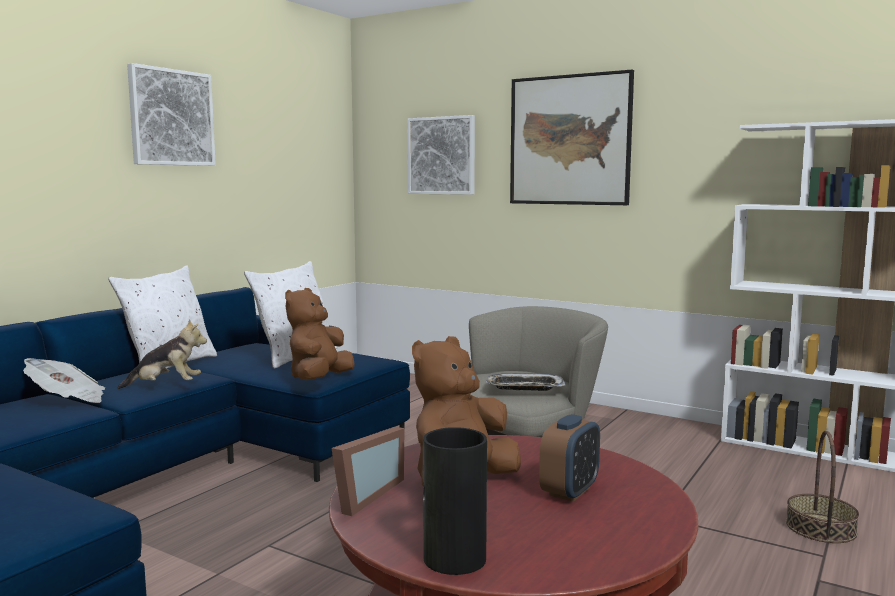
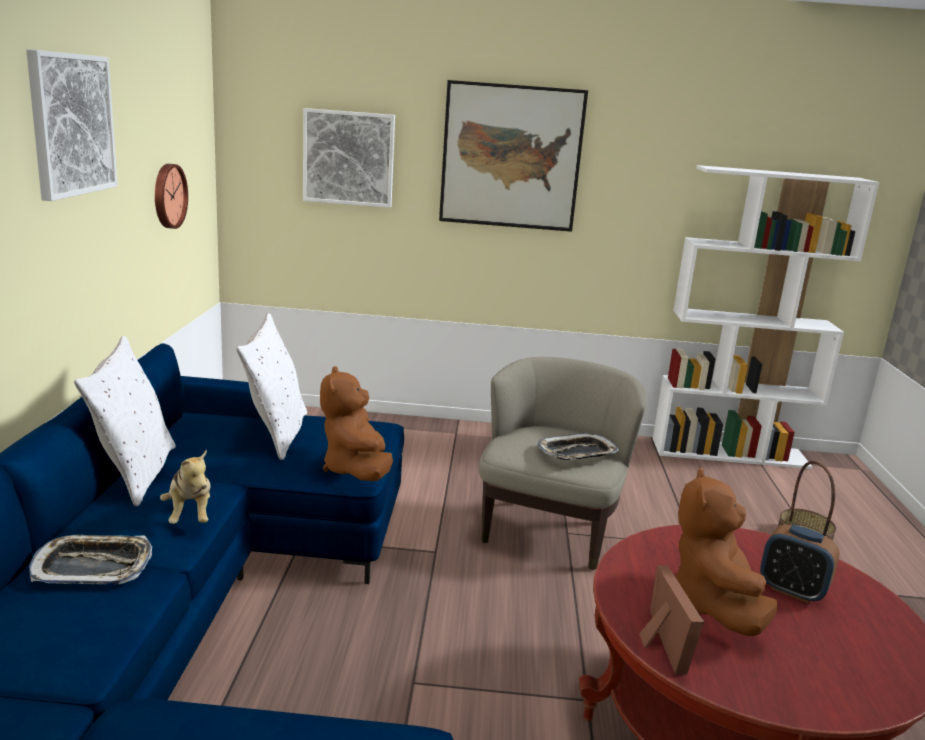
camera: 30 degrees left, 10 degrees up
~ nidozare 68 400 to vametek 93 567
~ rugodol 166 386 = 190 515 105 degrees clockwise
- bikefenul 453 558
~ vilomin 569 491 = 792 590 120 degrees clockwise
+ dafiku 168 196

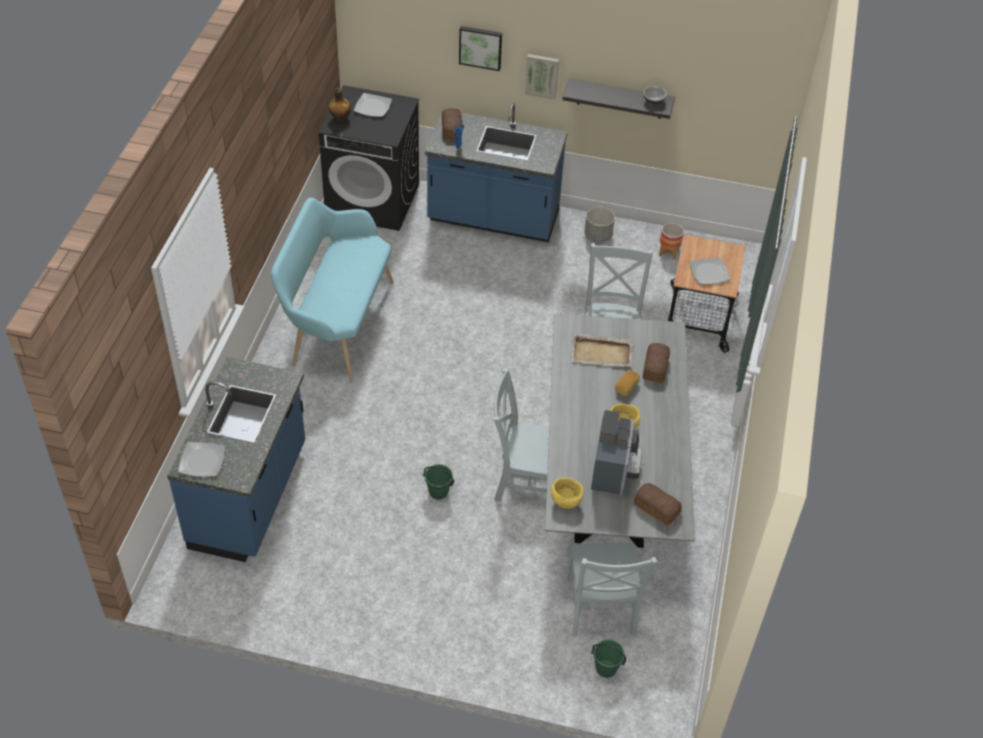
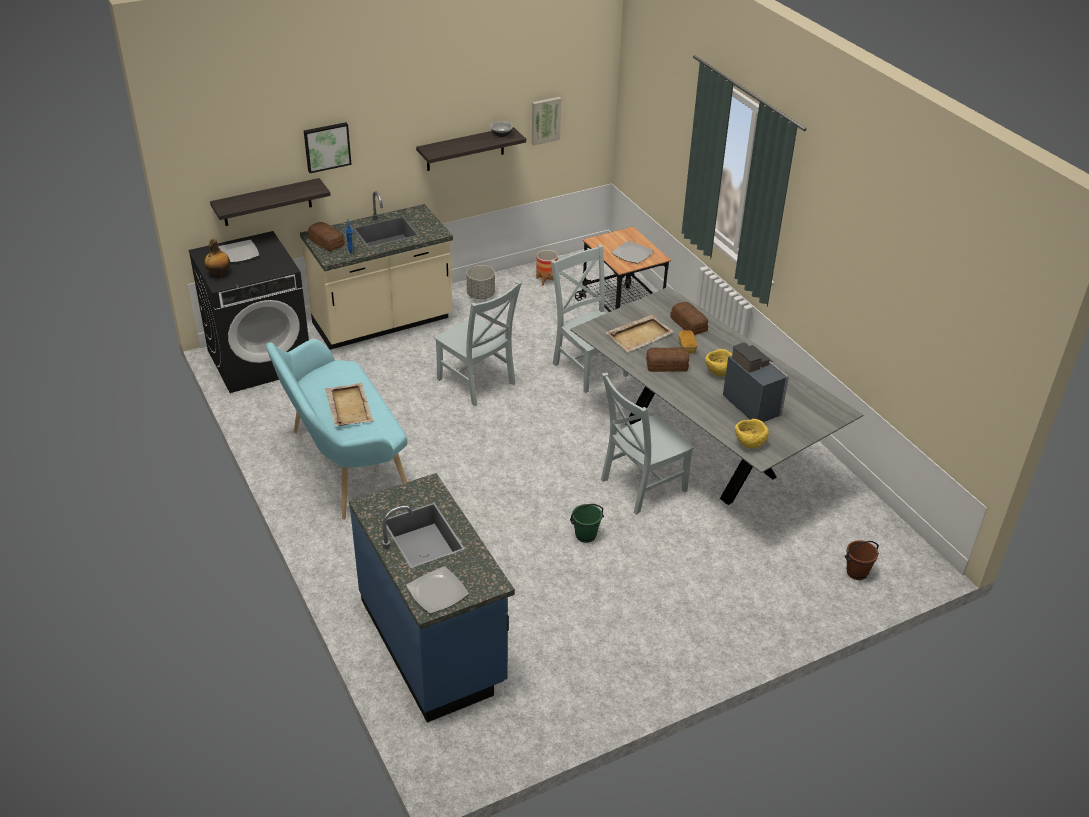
camera: 40 degrees left, 10 degrees down
~ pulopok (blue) 493 219 to pulopok (beige) 383 323
~ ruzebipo 542 75 to 545 120
~ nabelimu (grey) 600 610 to 477 383
~ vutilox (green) 605 669 to vutilox (brown) 857 573
~ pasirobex 656 507 to 666 365
+ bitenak 267 202
+ vametek (beige) 349 406

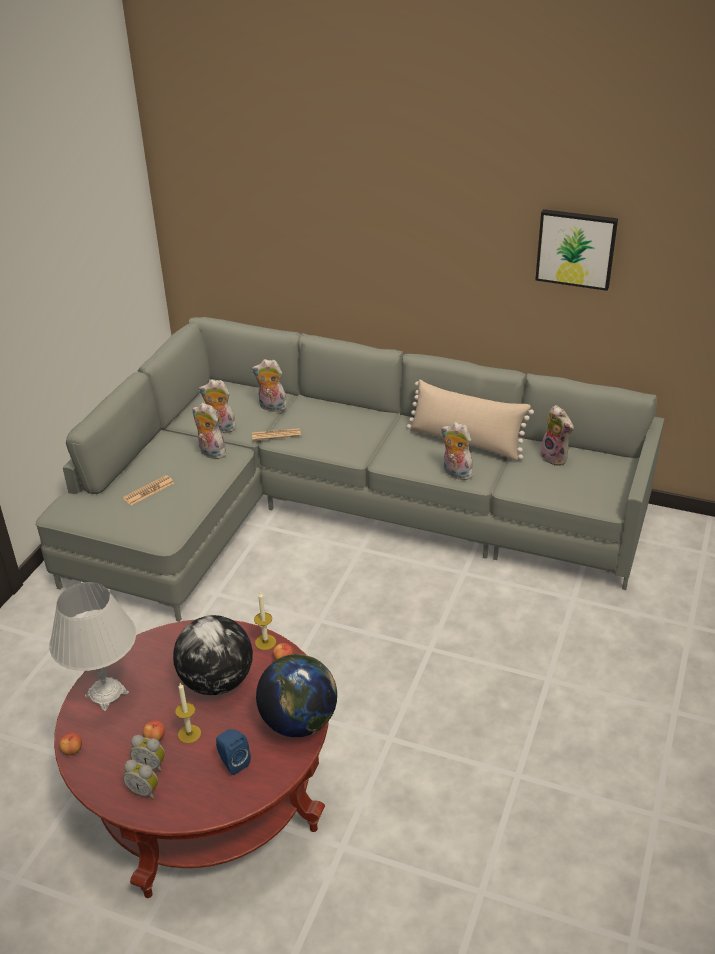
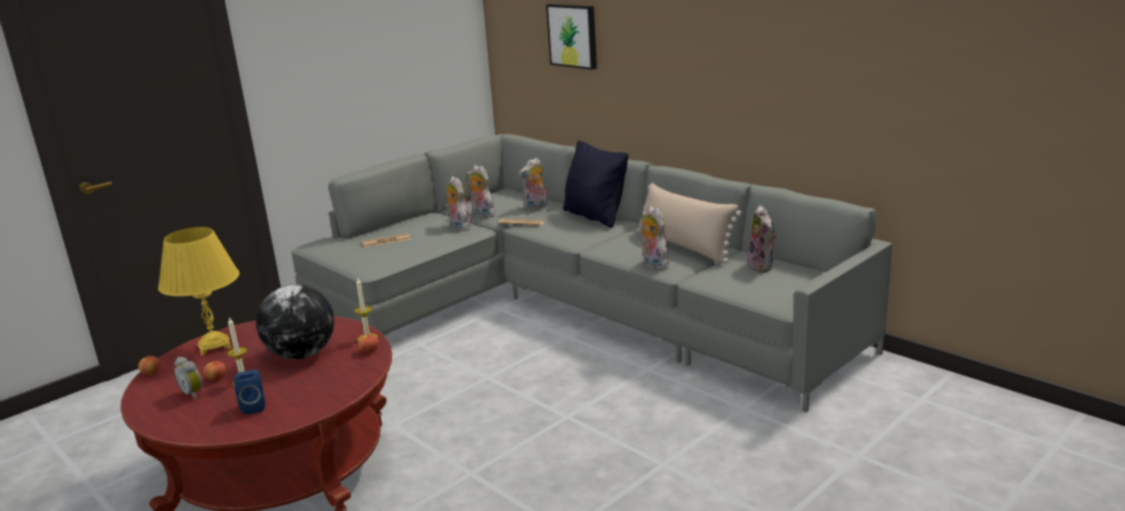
camera: 25 degrees right, 15 degrees down
~ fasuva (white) 106 694 to fasuva (yellow) 214 346
- vilomin 144 790
~ rugodol 271 407 = 536 208 75 degrees counterclockwise
- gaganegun 299 722
~ ruzebipo 576 248 to 573 35
+ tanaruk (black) 595 216

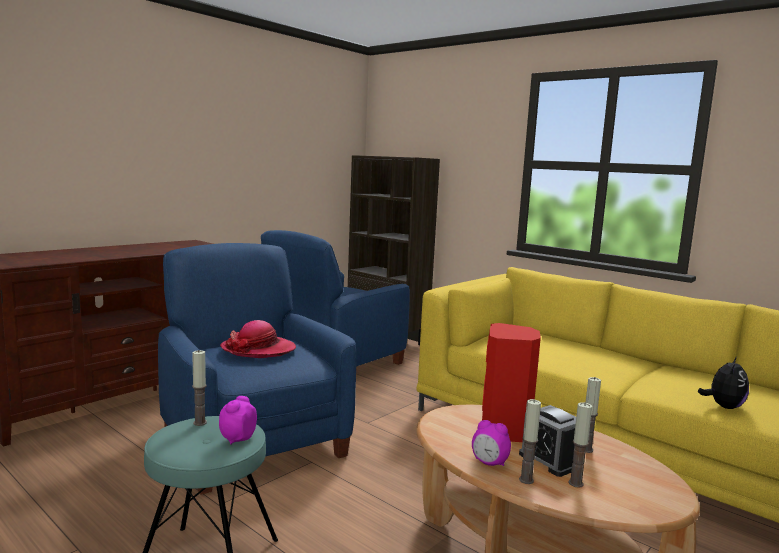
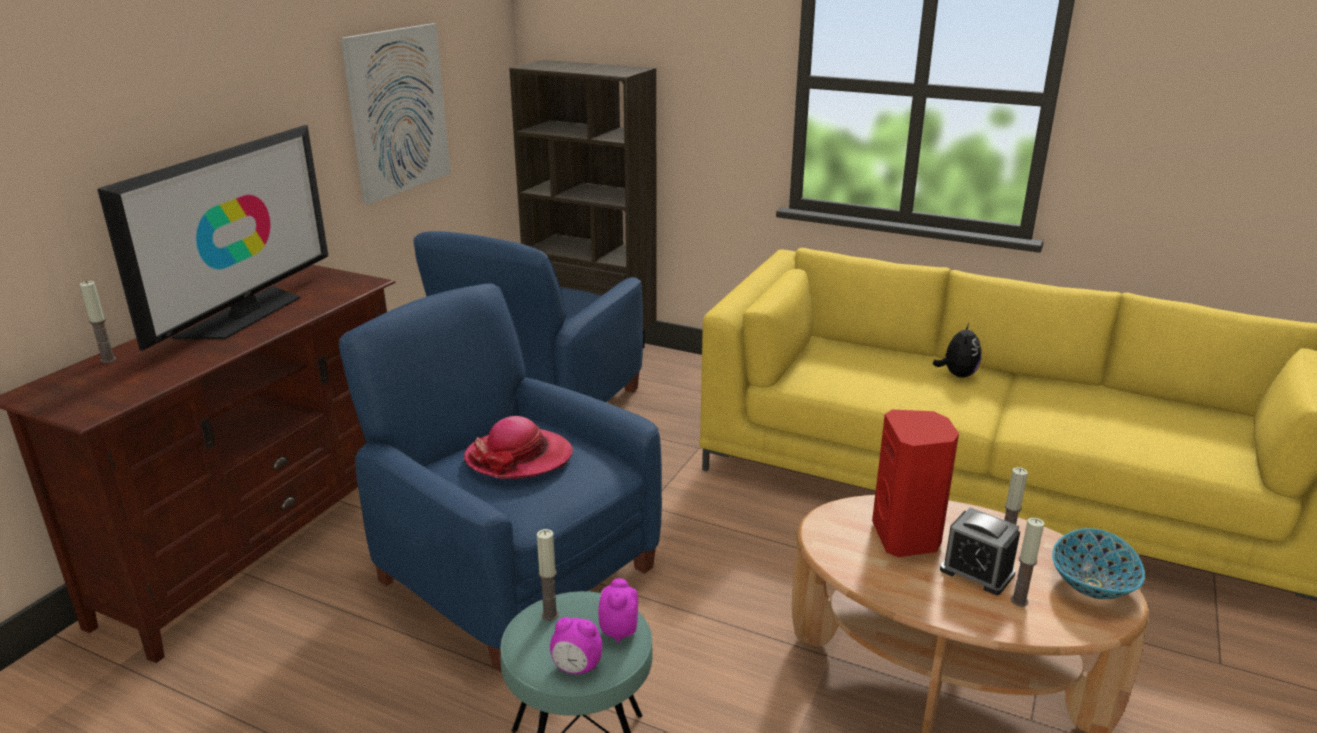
camera: 15 degrees left, 15 degrees up
~ vilomin 489 463 to 577 667
~ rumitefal 526 480 to 108 360
~ rugodol 723 406 to 957 375
+ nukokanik 245 314
+ ruzebipo 398 111
+ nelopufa 1091 585

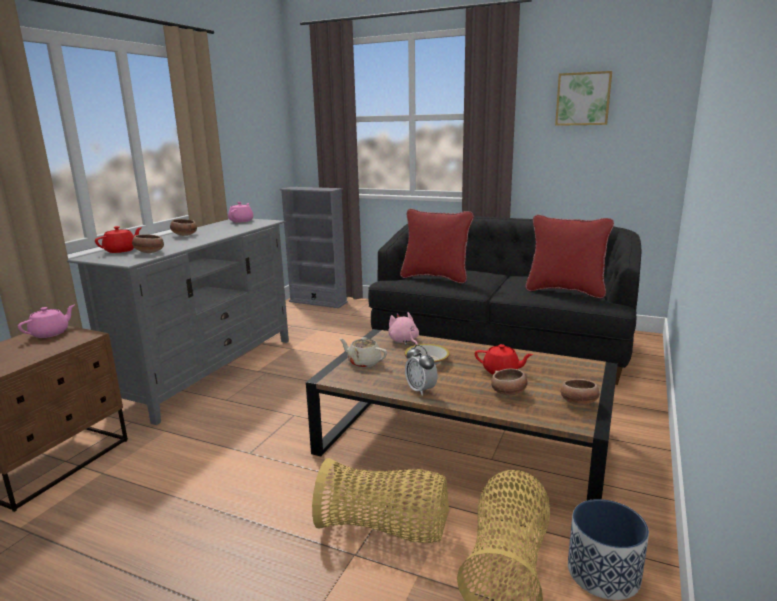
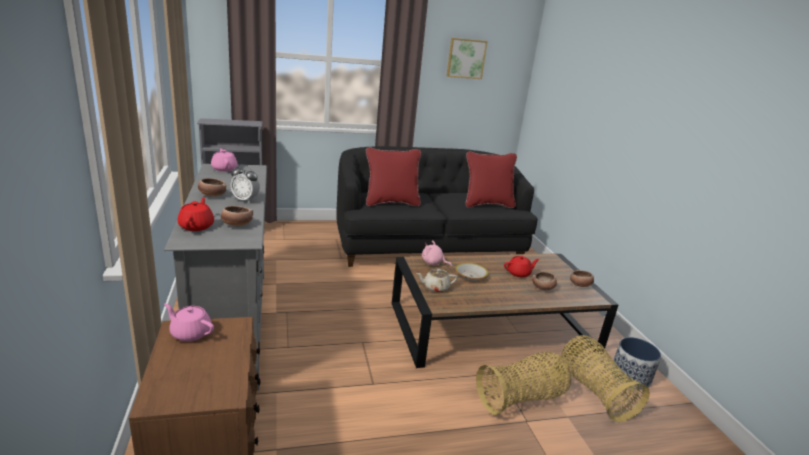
camera: 40 degrees left, 5 degrees up
~ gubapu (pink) 50 333 = 190 333 60 degrees counterclockwise
~ vilomin 421 390 to 245 200

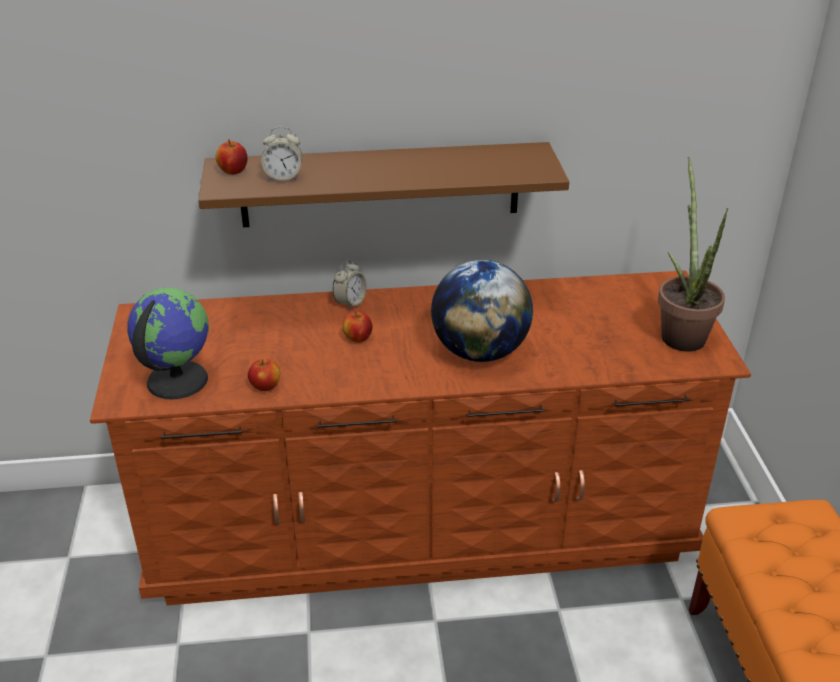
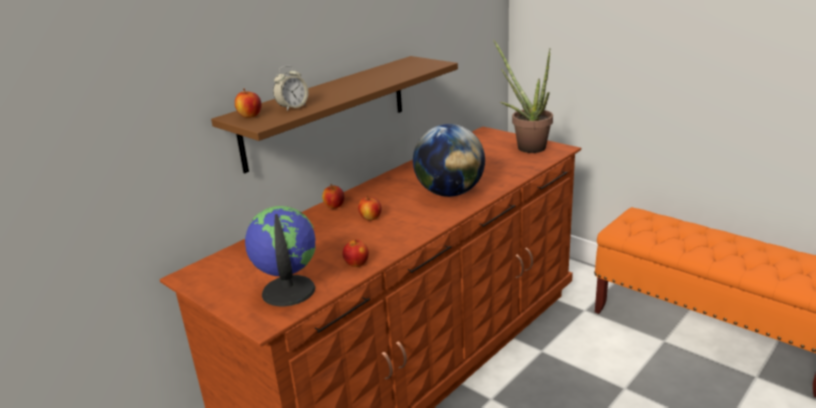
camera: 40 degrees left, 10 degrees down
~ vilomin 350 303 to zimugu 334 206

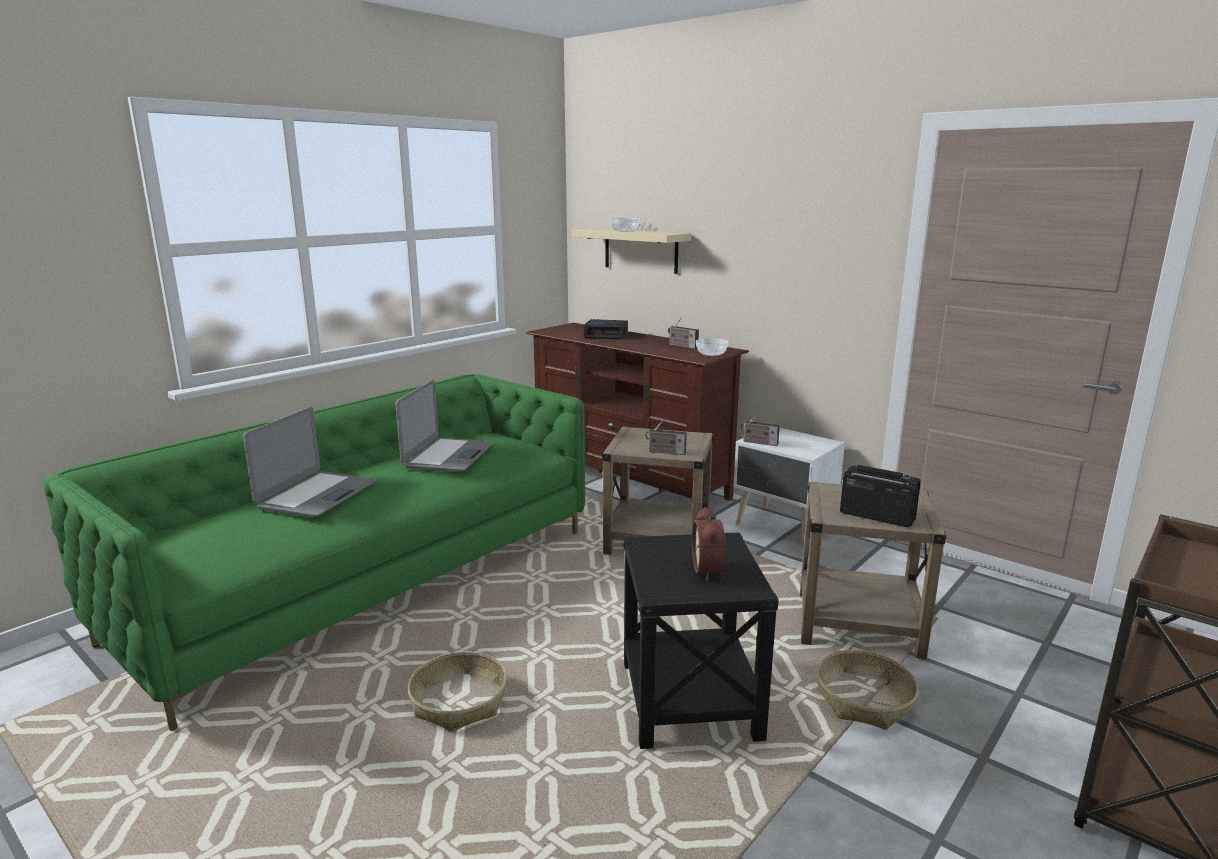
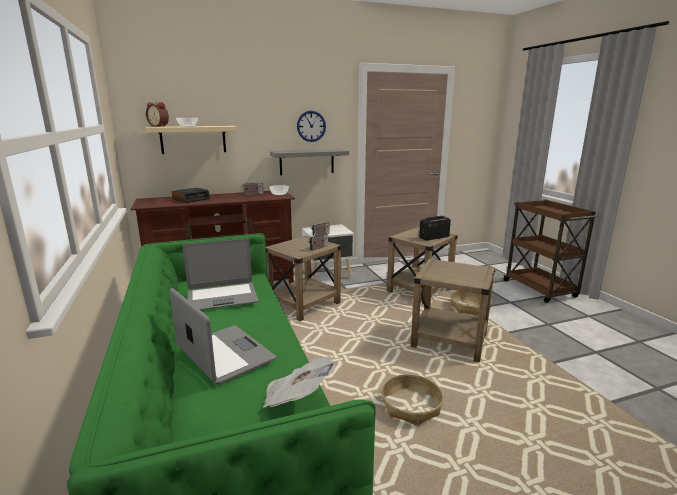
camera: 60 degrees left, 0 degrees up
~ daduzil 448 456 = 222 297 120 degrees clockwise
~ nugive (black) 690 701 to nugive (beige) 450 340
~ vilomin 710 570 to 159 126
+ nidozare 297 398
+ bitenak (grey) 307 162
+ dafiku 311 126

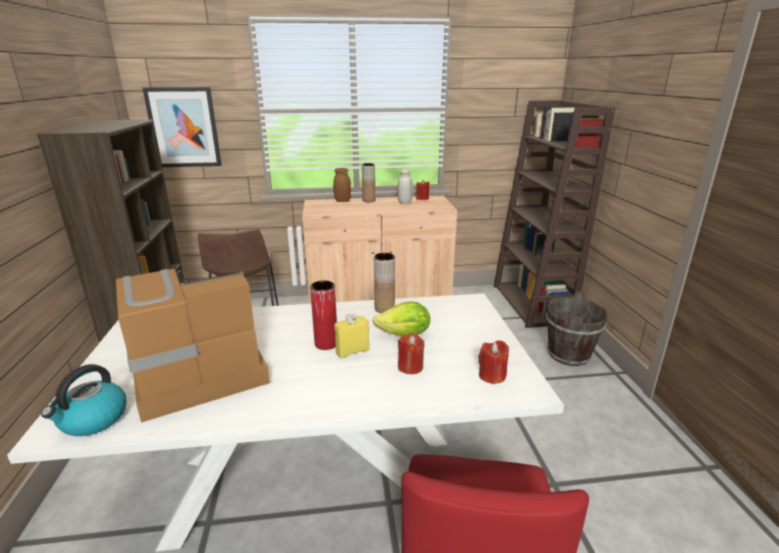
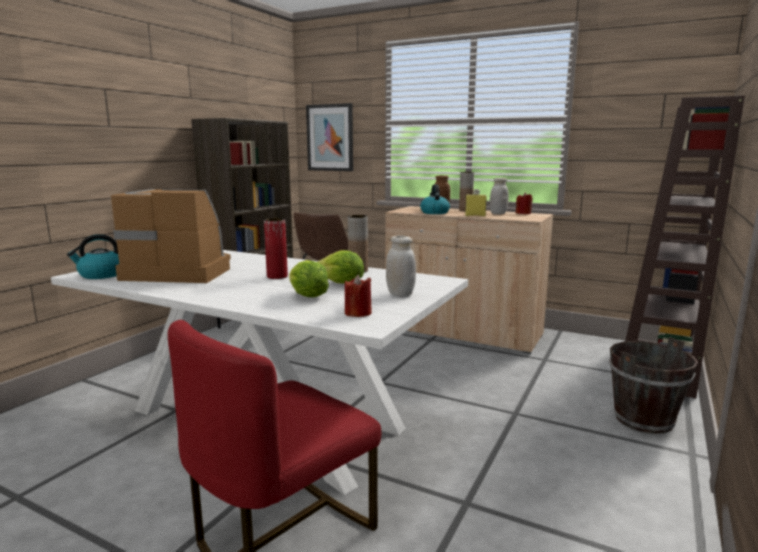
camera: 35 degrees right, 10 degrees down
~ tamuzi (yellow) 352 351 to 475 215
~ rumitefal (red) 410 367 to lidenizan 307 296
+ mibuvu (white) 400 294
+ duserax 434 212

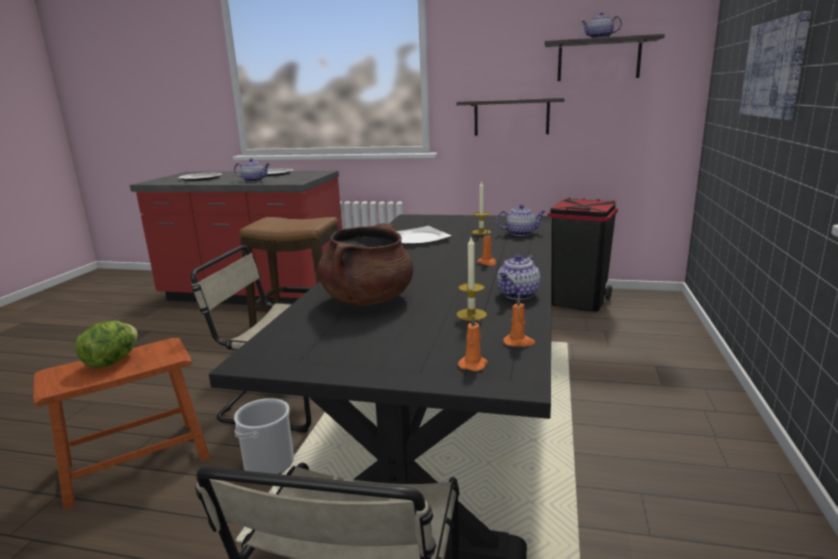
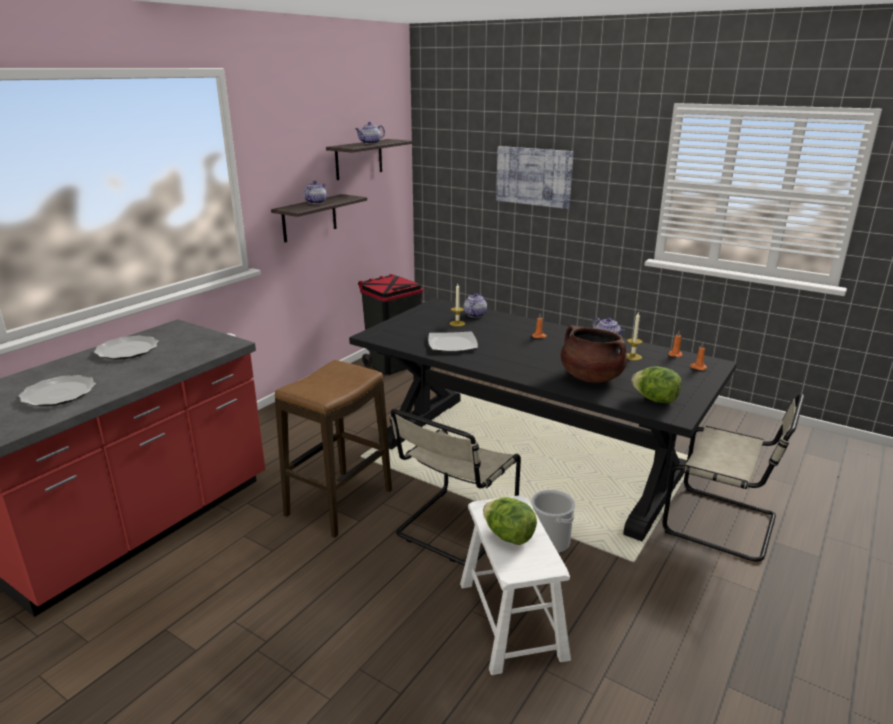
camera: 70 degrees left, 5 degrees up
~ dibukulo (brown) 136 461 to dibukulo (white) 511 619
~ gubapu 254 180 to 316 202
+ lidenizan 655 400

